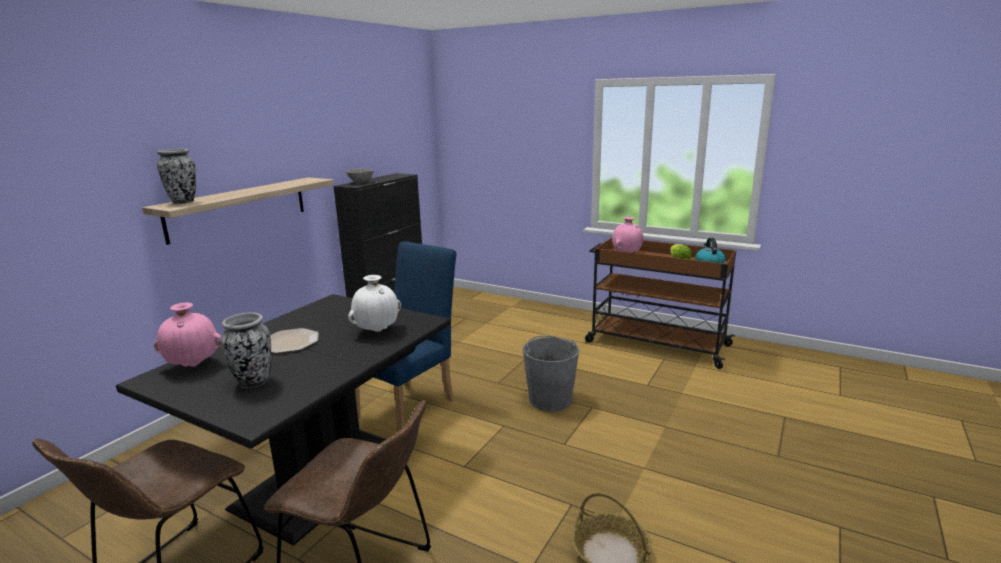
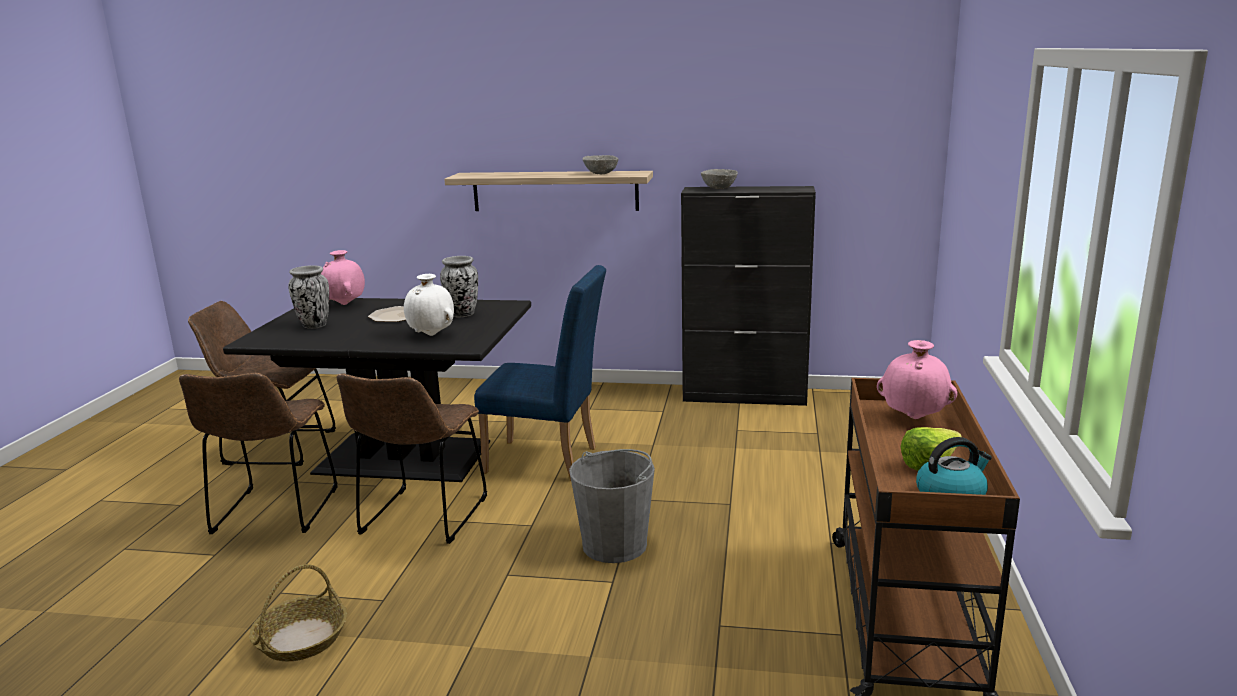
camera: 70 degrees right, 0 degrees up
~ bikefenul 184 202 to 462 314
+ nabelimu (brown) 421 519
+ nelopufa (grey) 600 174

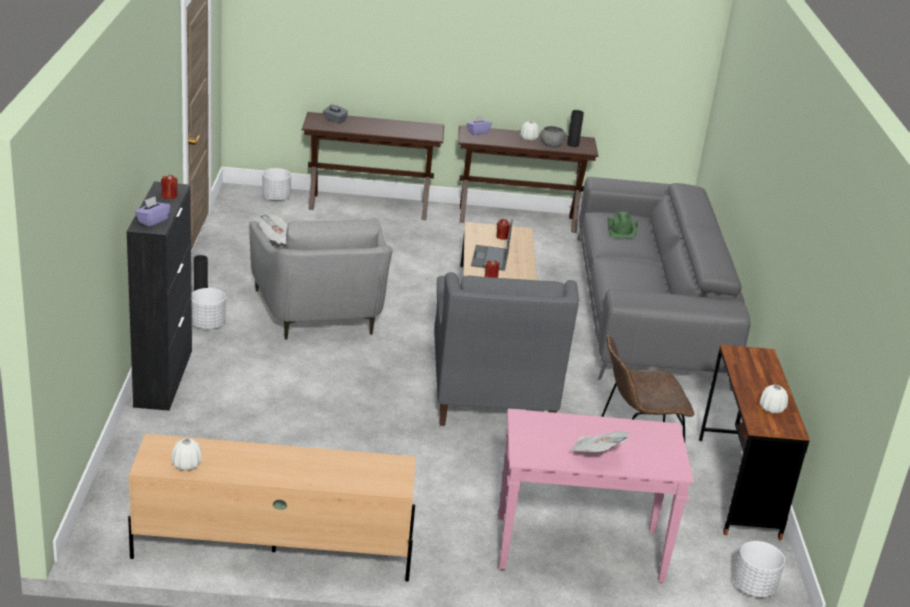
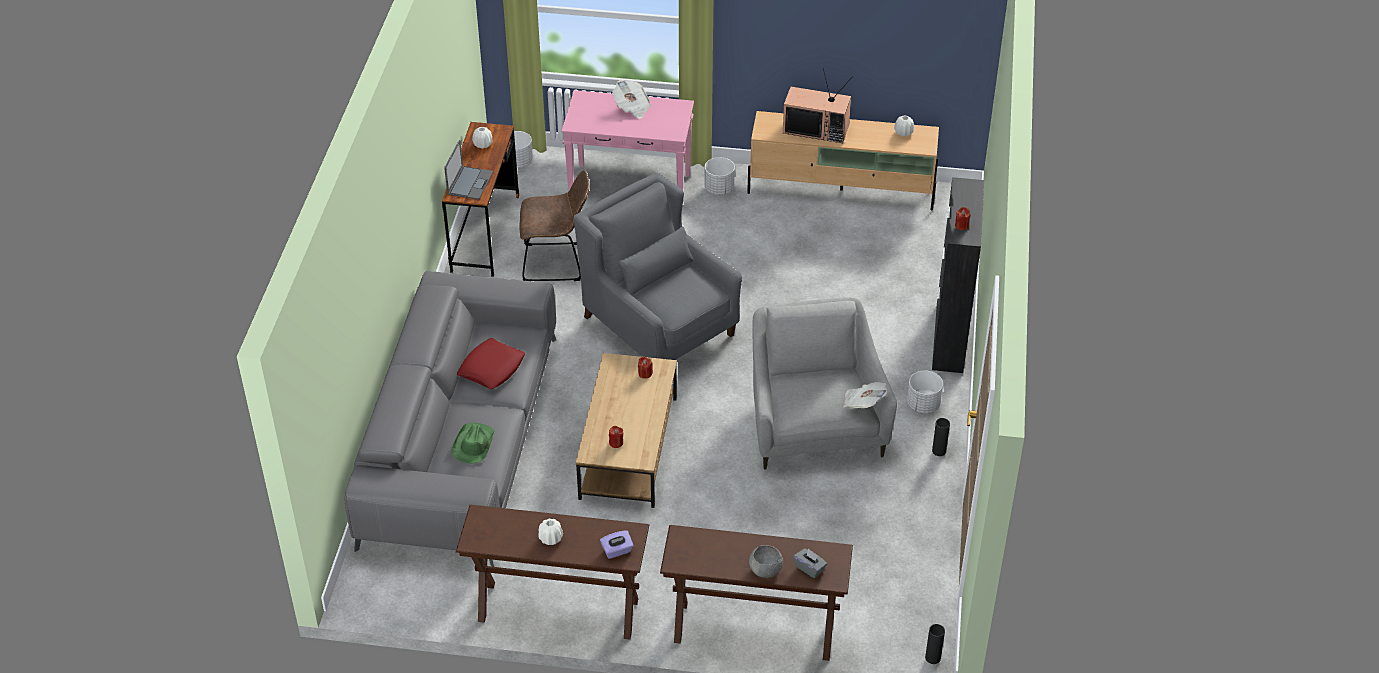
camera: 170 degrees left, 15 degrees up
- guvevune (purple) 152 221
~ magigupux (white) 275 198 to 719 188
~ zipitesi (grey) 492 390 = 659 326 45 degrees counterclockwise
~ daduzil 490 258 to 470 182
~ nelopufa (grey) 551 145 to 765 569
~ bikefenul (black) 573 144 to 933 658
+ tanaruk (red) 491 368
+ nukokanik 817 128

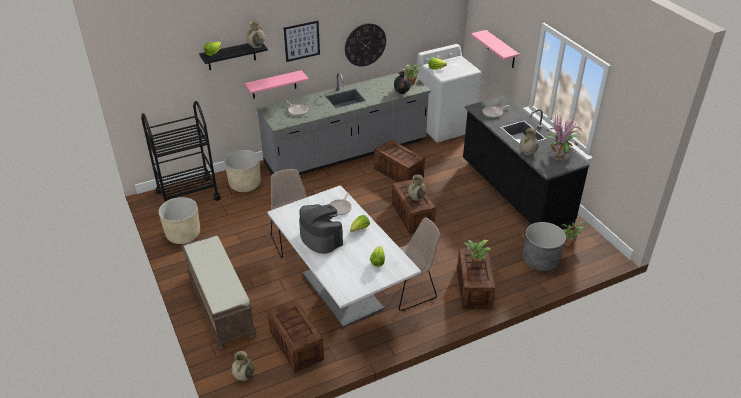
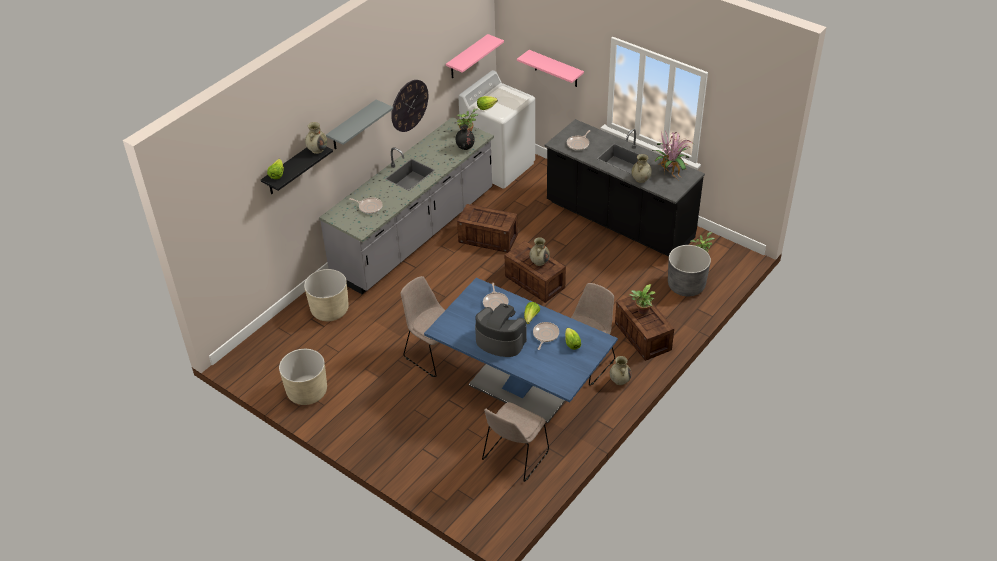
camera: 25 degrees left, 5 degrees up
- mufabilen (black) 188 195
- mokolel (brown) 220 305
~ bikefenul (beige) 244 375 to 619 380
~ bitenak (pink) 274 84 to 467 57
~ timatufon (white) 342 291 to timatufon (blue) 521 387
~ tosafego 295 344 to nabelimu (beige) 514 457
~ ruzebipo 302 41 to bitenak (grey) 352 126
+ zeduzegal 545 335

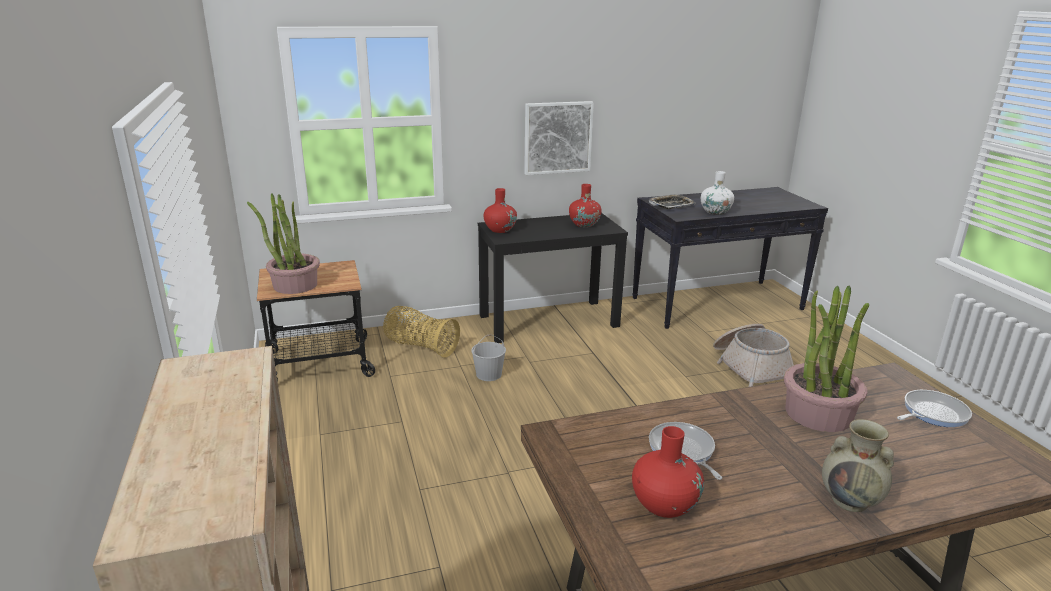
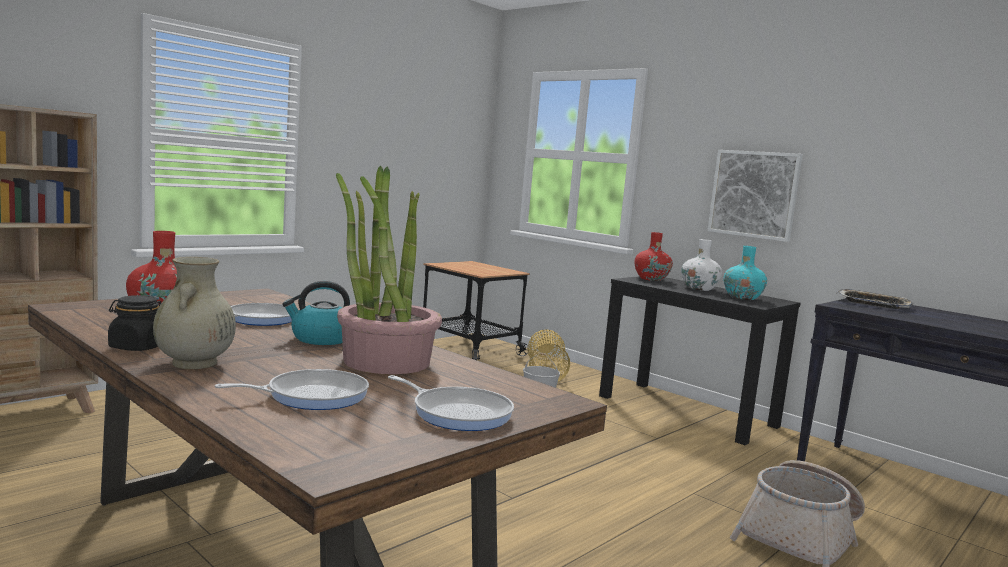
camera: 60 degrees right, 15 degrees down
- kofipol 295 285
~ bikefenul (red) 584 224 to bikefenul (turquoise) 742 297
~ bikefenul (white) 715 212 to 699 288
+ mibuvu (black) 137 347
+ zeduzegal 312 396
+ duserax 321 339

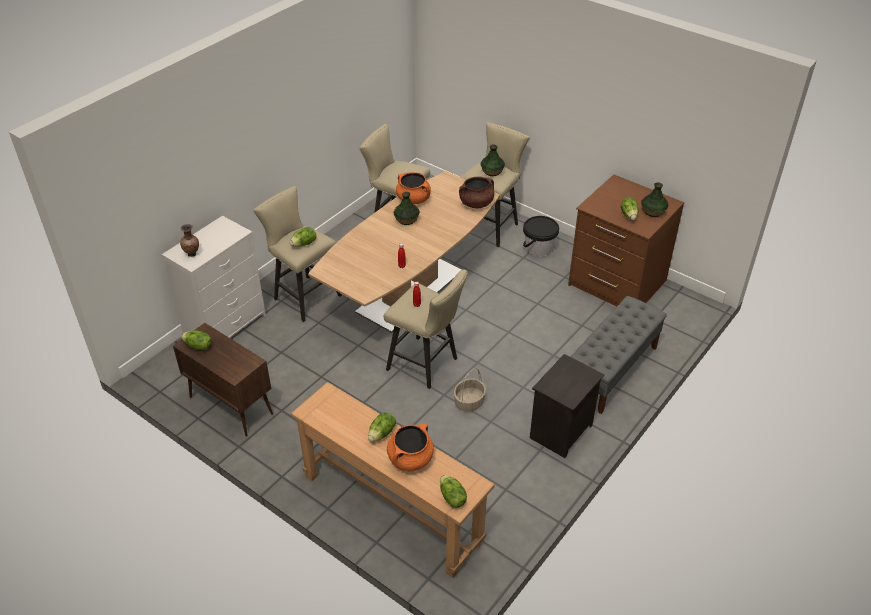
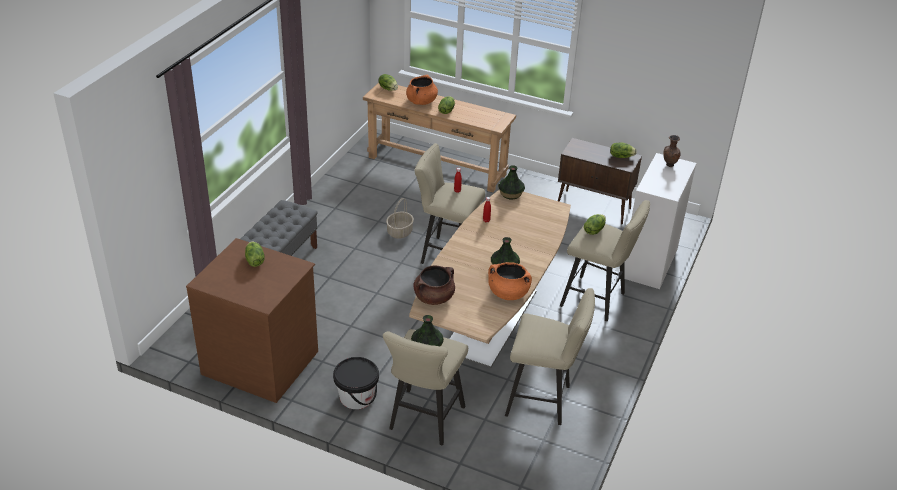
camera: 165 degrees right, 5 degrees down
- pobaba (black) 561 433
~ bikefenul 653 211 to 510 194

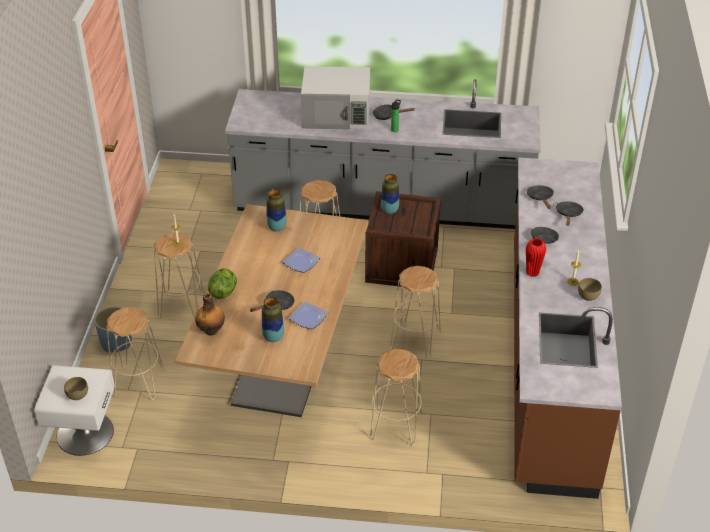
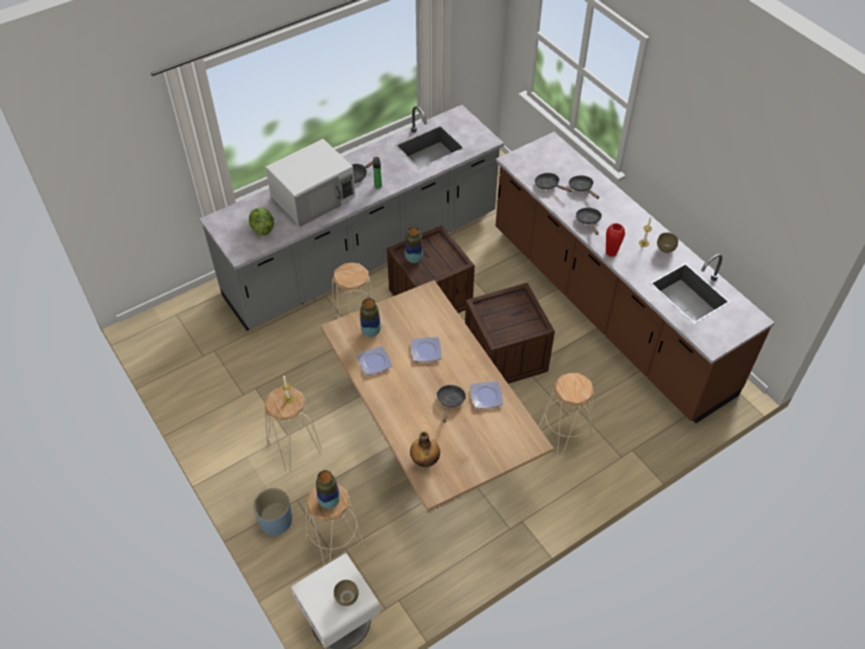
camera: 40 degrees left, 10 degrees up
~ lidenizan 223 292 to 262 228
~ bikefenul 273 337 to 329 501
~ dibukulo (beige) 415 340 to tosafego 505 356
+ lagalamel 374 362

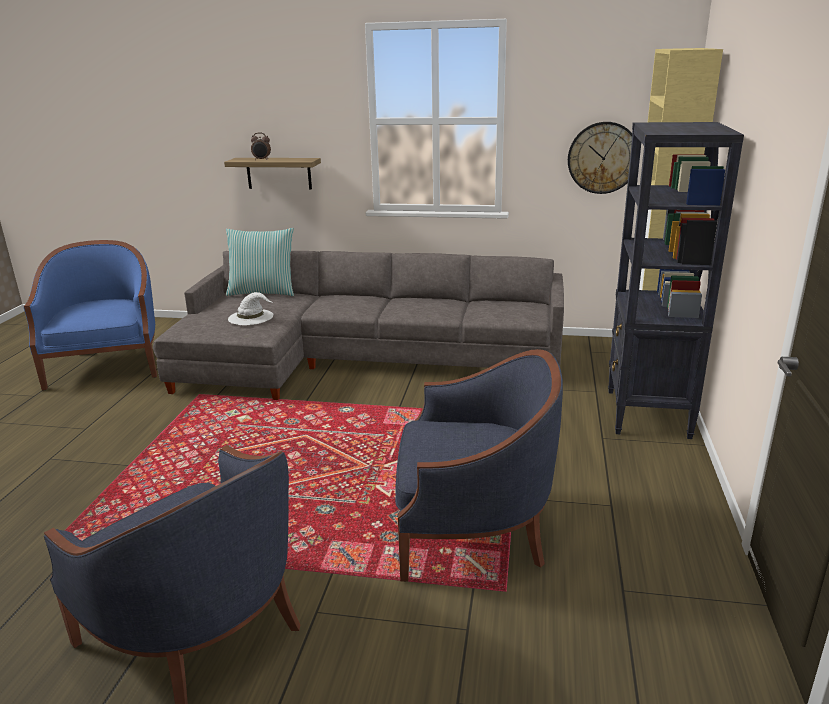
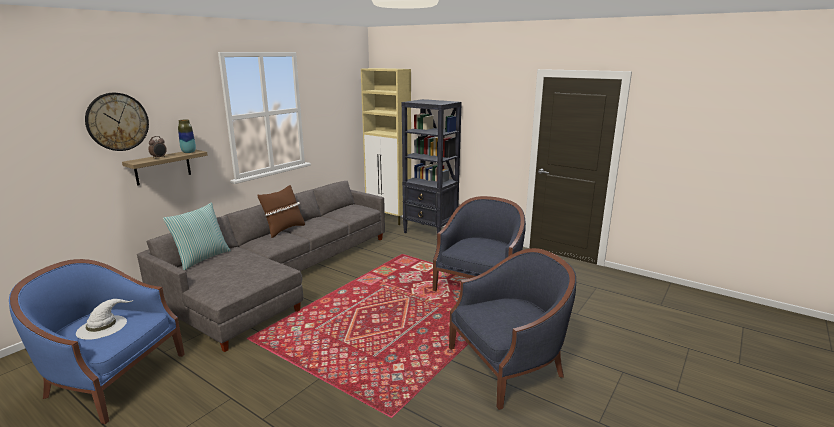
camera: 65 degrees left, 5 degrees down
~ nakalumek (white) 251 317 to 102 326
~ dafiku 603 158 to 117 122
+ bikefenul 188 152
+ tanaruk (brown) 284 230

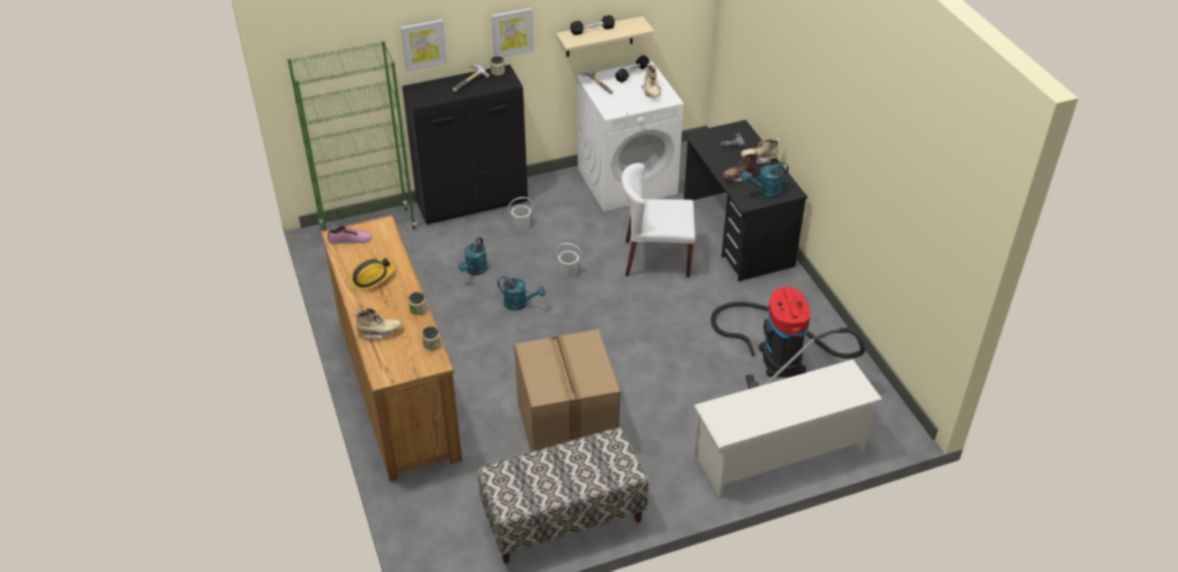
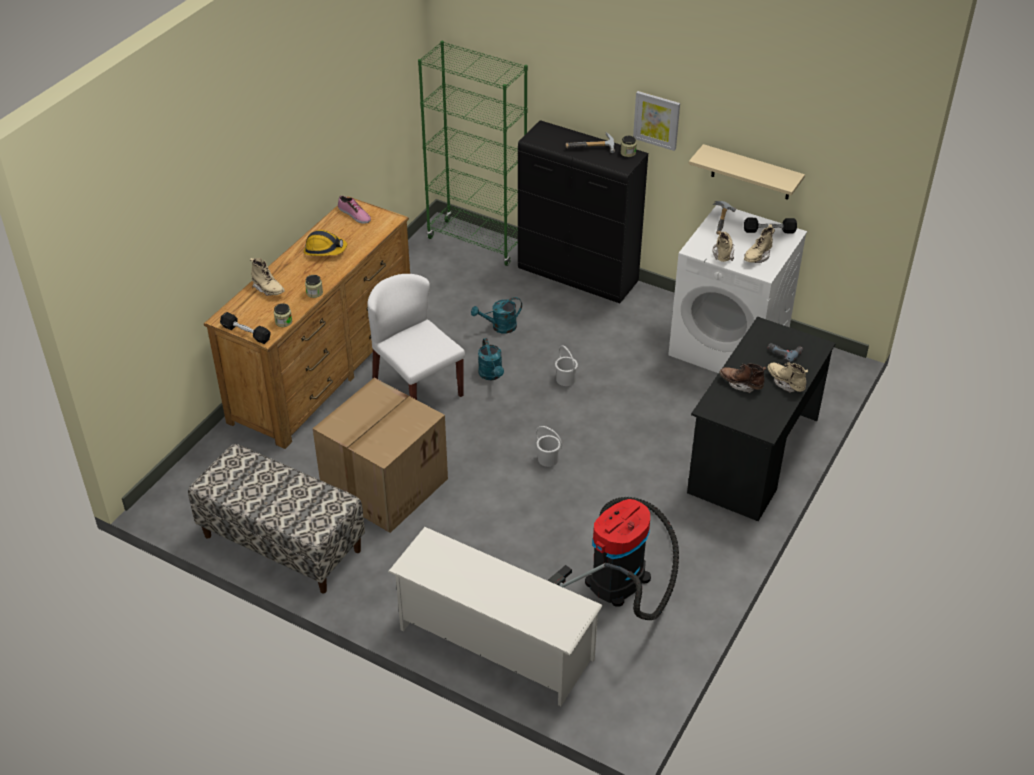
camera: 50 degrees right, 0 degrees up
- ruzebipo 423 44
~ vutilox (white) 521 225 to 548 459
~ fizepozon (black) 592 30 to 246 333
~ nabelimu (white) 656 258 to 417 389
- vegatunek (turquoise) 765 192
+ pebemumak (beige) 723 253

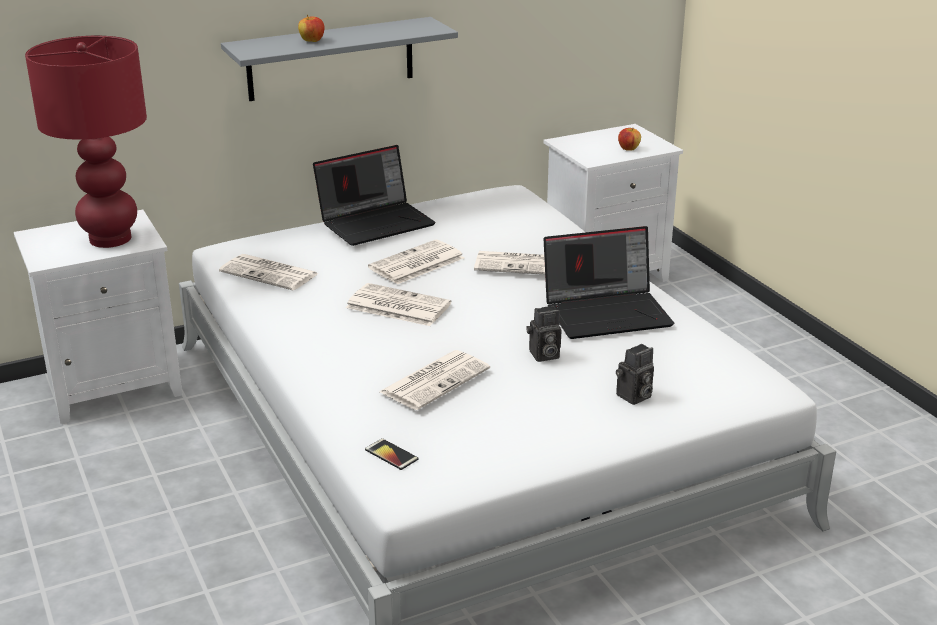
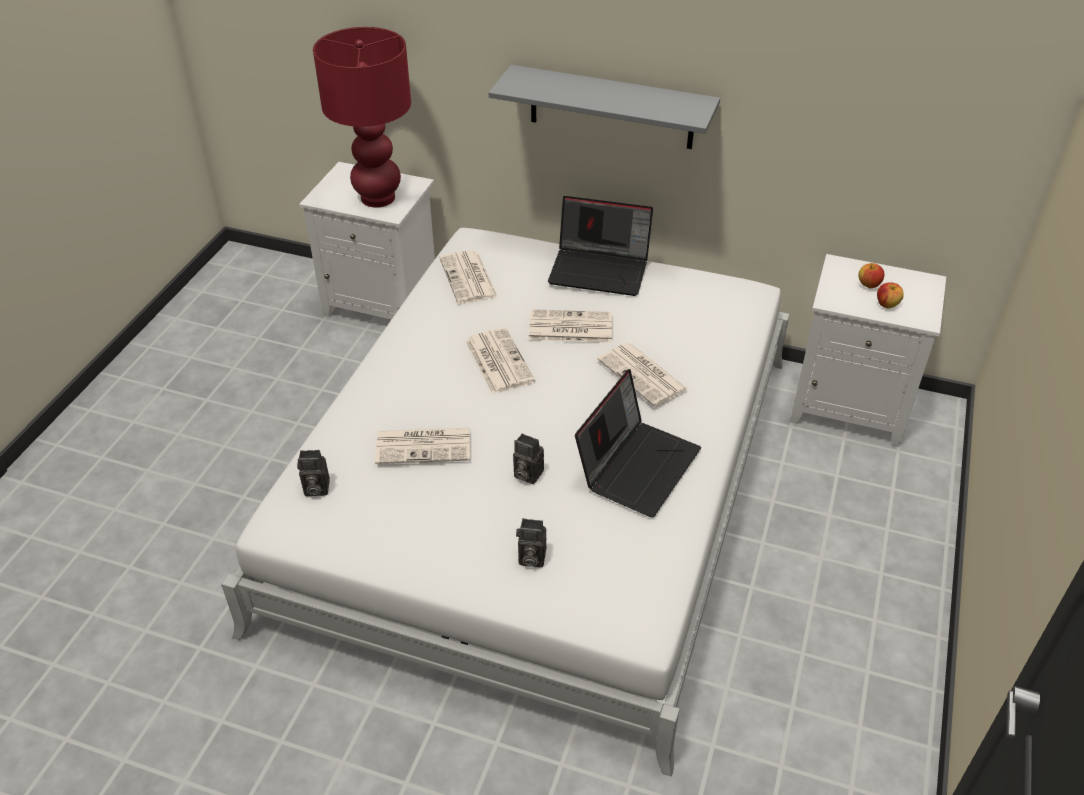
camera: 45 degrees right, 15 degrees up
~ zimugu 312 41 to 868 285
~ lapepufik 391 455 to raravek 315 489
~ daduzil 608 312 = 637 465 90 degrees counterclockwise

